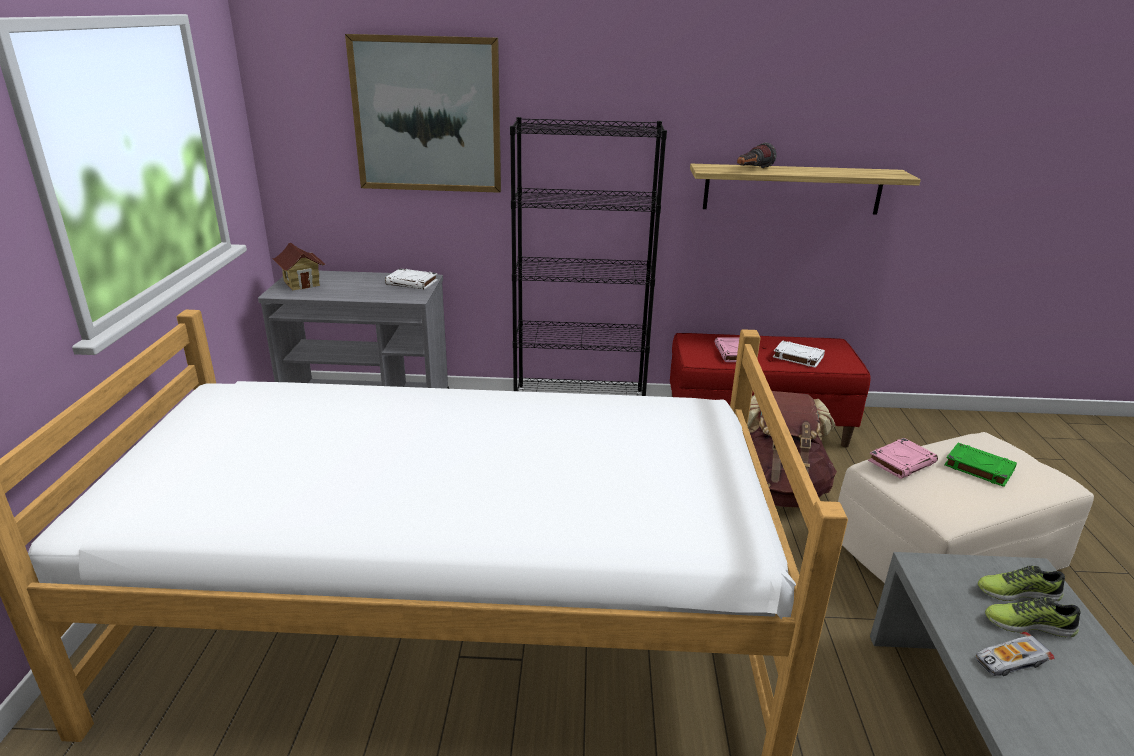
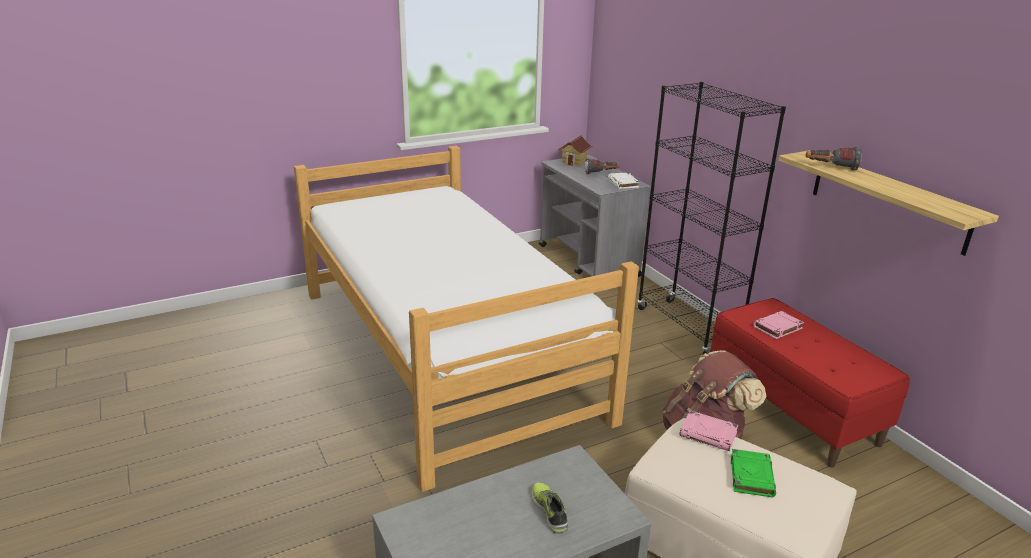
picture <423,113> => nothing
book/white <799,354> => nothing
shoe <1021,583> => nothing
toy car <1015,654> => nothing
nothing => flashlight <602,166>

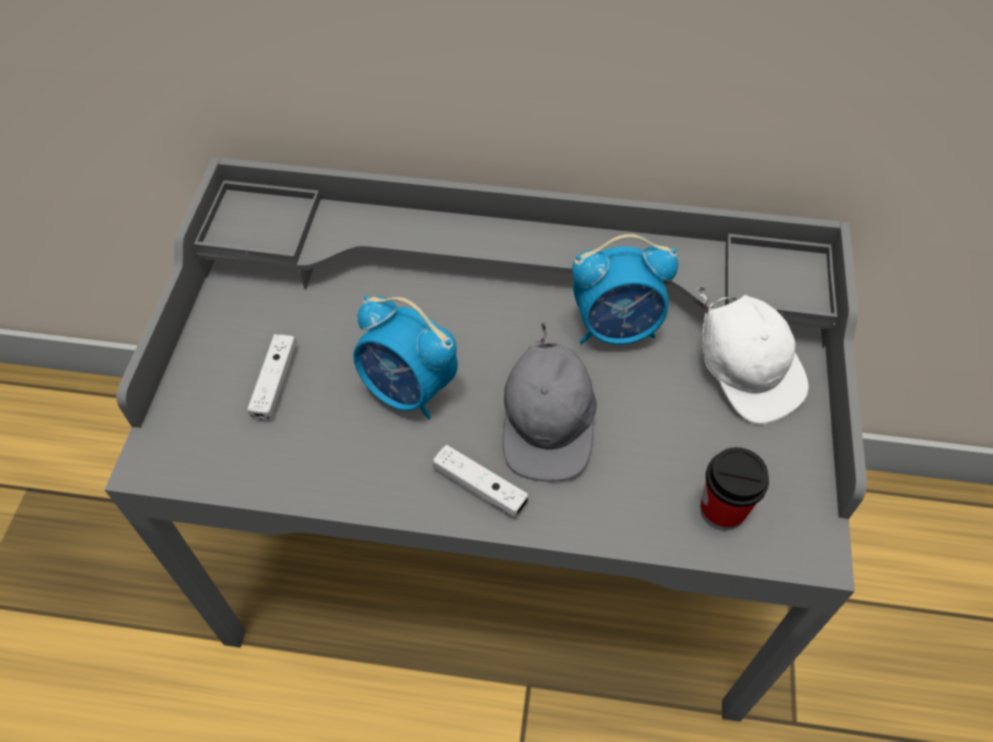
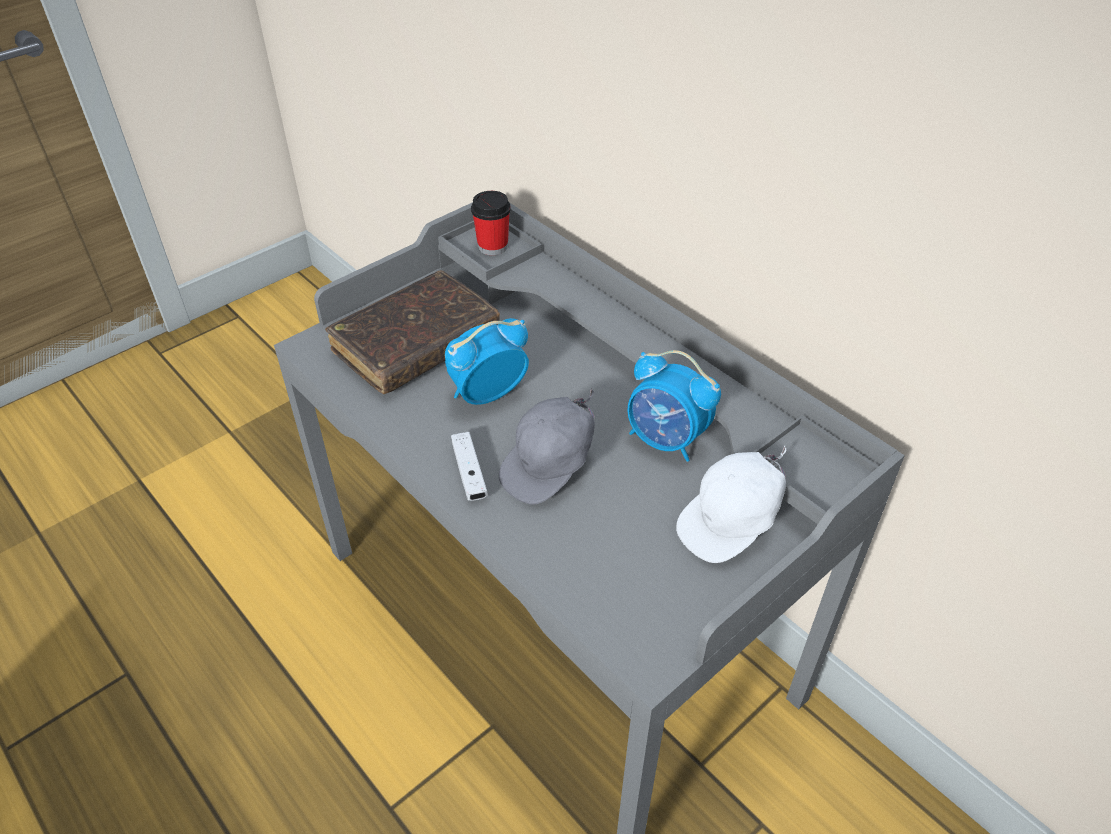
cap/white <752,355> => cap/white <731,504>, 45 degrees clockwise
alarm clock <405,357> => alarm clock <487,361>, 75 degrees clockwise
game controller/white <272,377> => book/brown <412,332>
cup <734,489> => cup <491,223>, moved

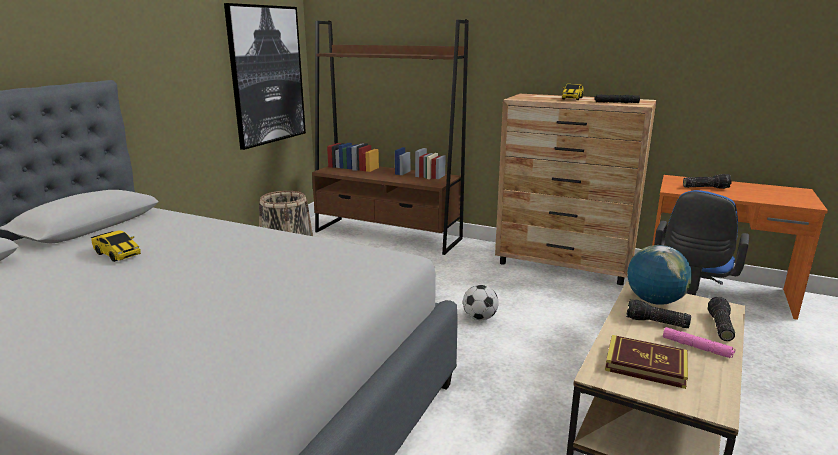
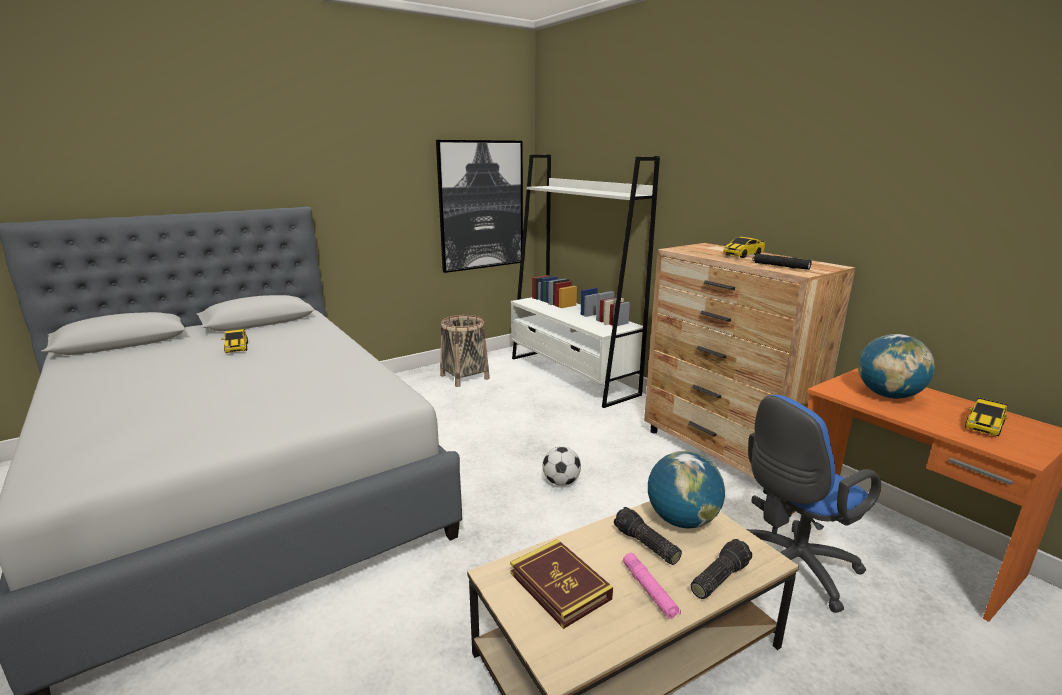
bookcase/brown <390,137> => bookcase/white <585,281>
flashlight <707,181> => globe <896,366>
nothing => toy car <986,417>

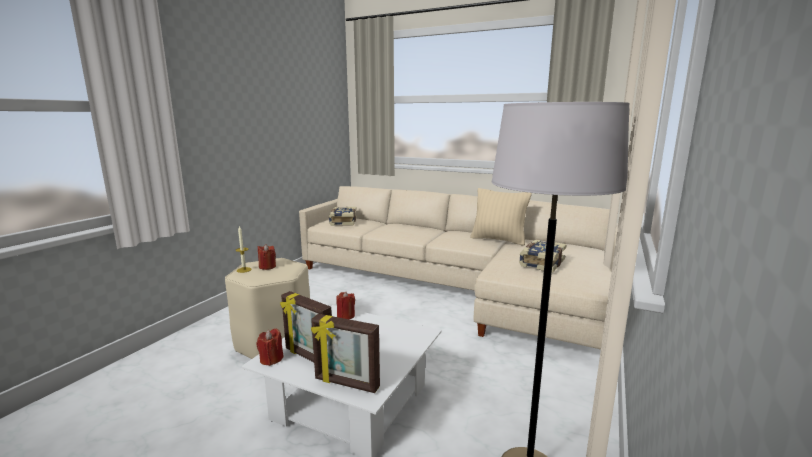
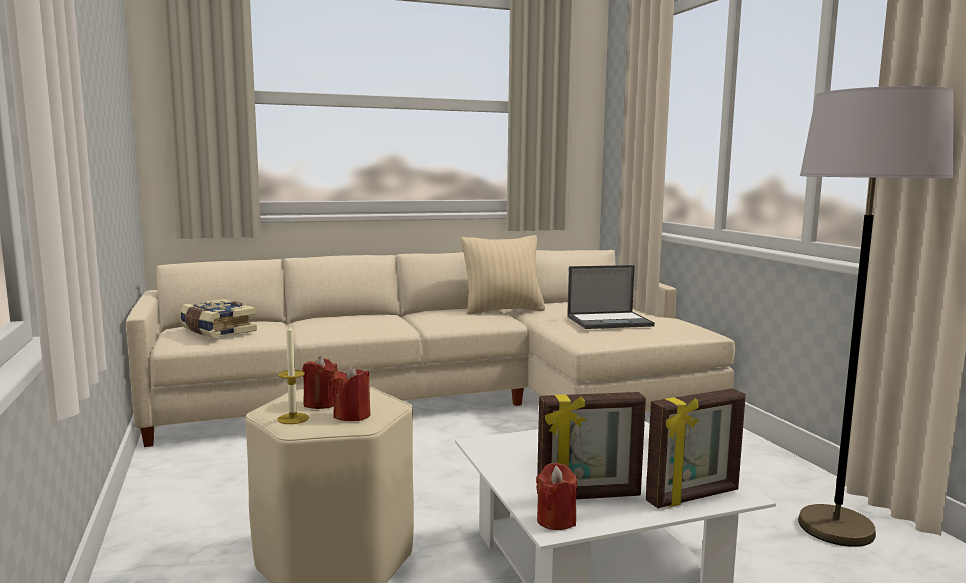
book <543,256> => laptop <611,297>
candle/red <345,305> => candle/red <351,393>, moved

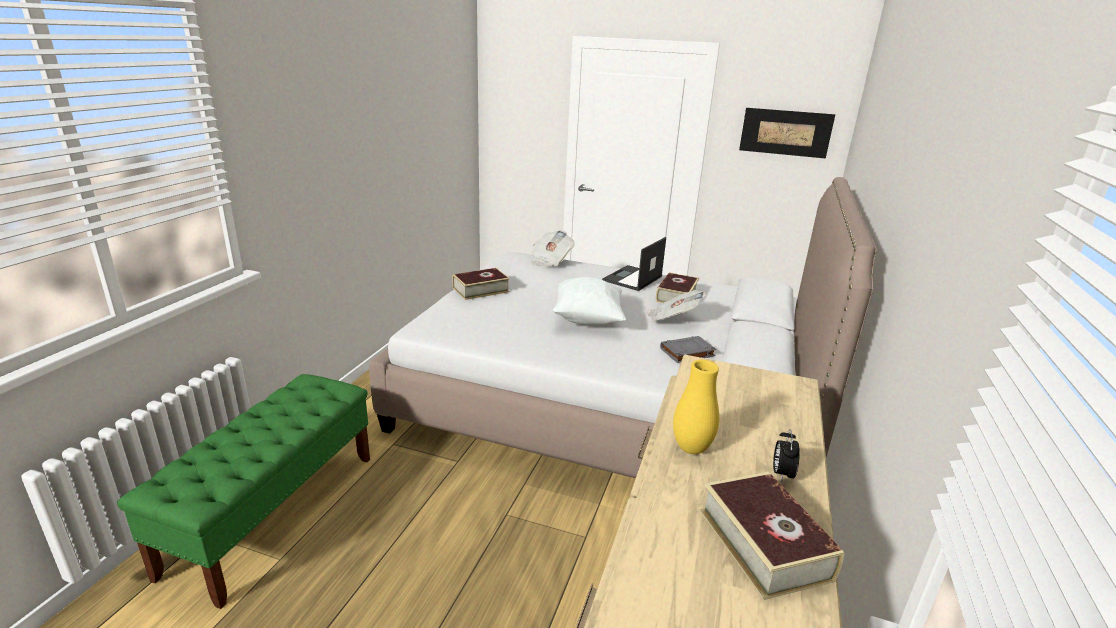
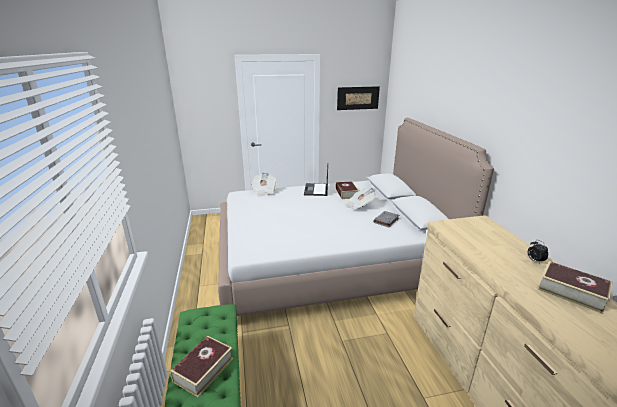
book <481,284> => book <201,366>, moved
pillow/white <589,301> => nothing
vase/yellow <696,407> => nothing

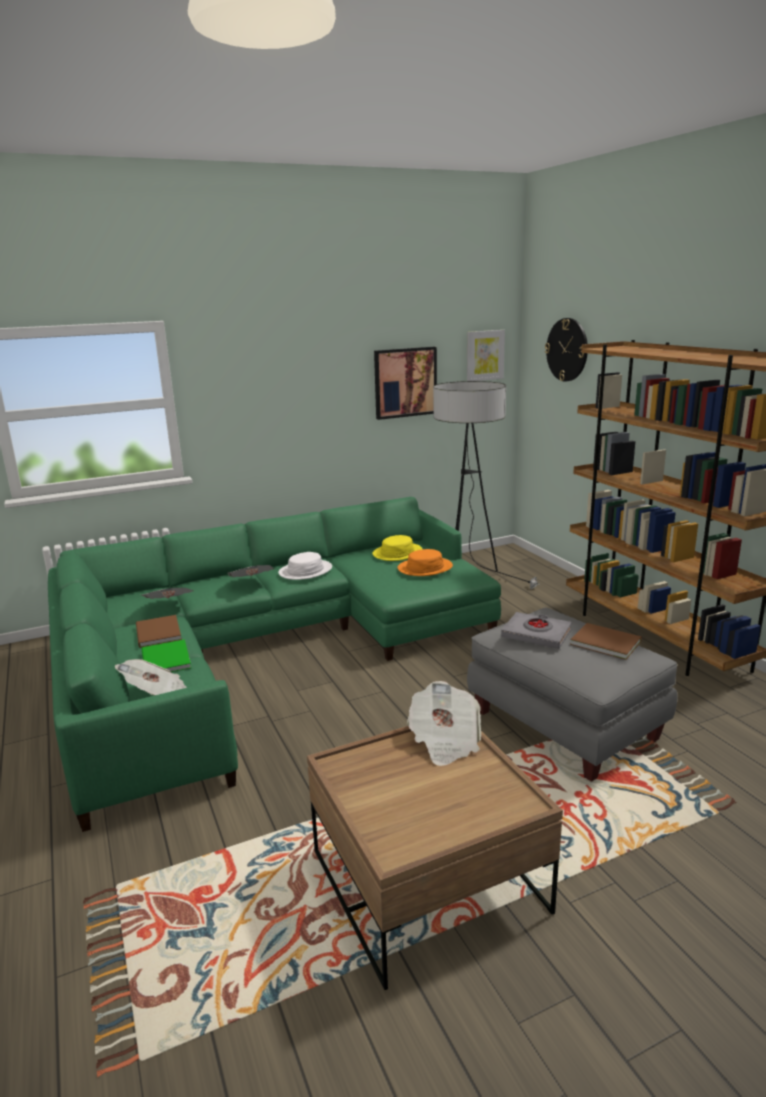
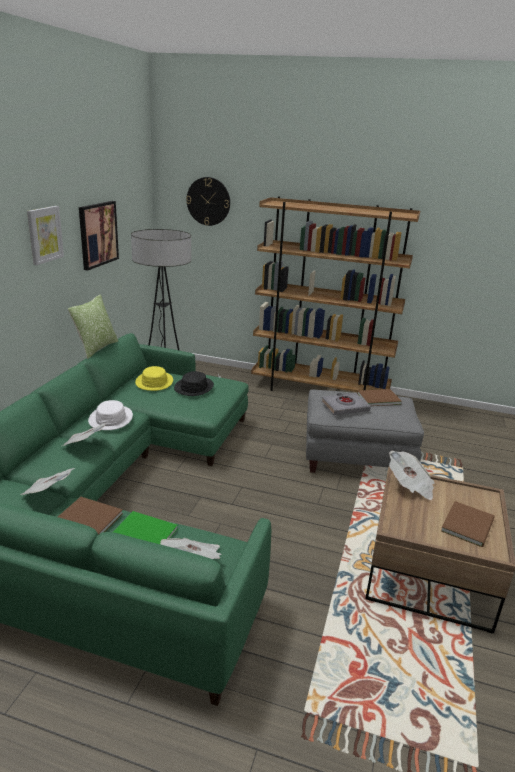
picture <486,355> => picture <45,235>, moved
hat/orange <425,562> => hat/black <194,383>
nothing => pillow <93,326>
nothing => book/brown <468,524>

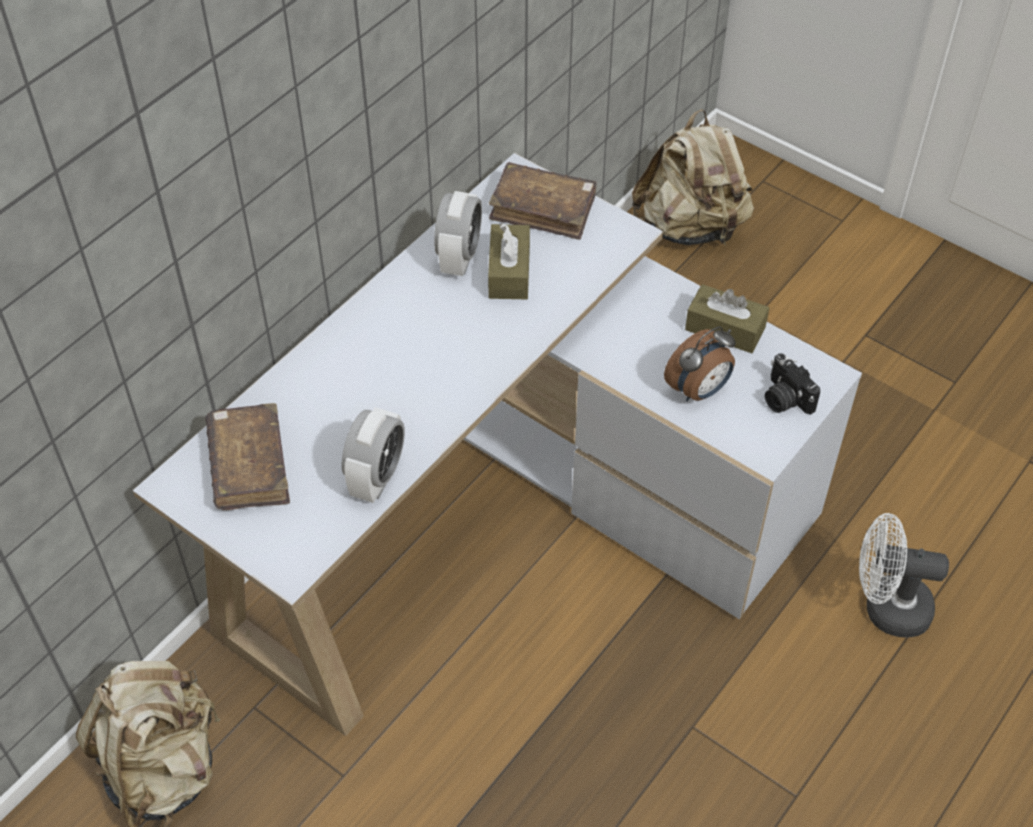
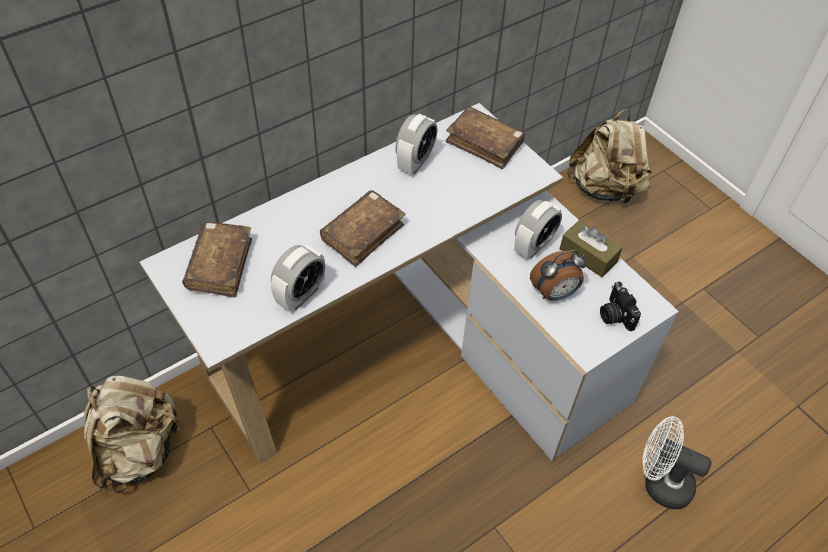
tissue box/brown <509,261> => nothing
nothing => book/brown <363,228>
nothing => alarm clock <538,229>

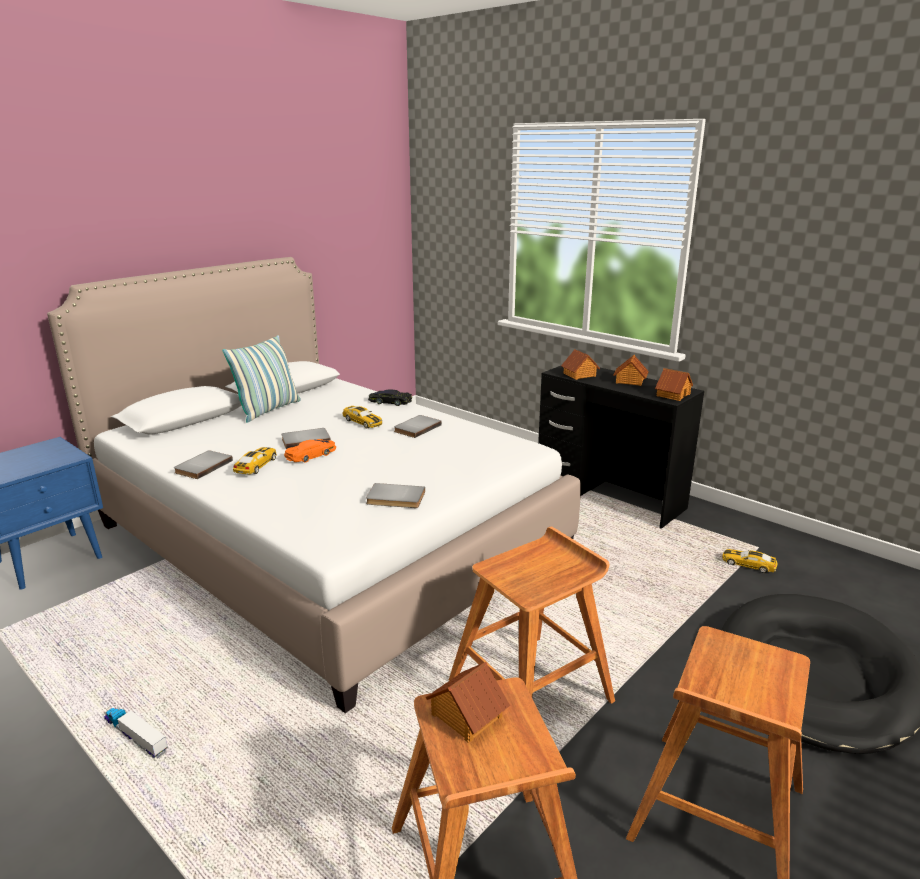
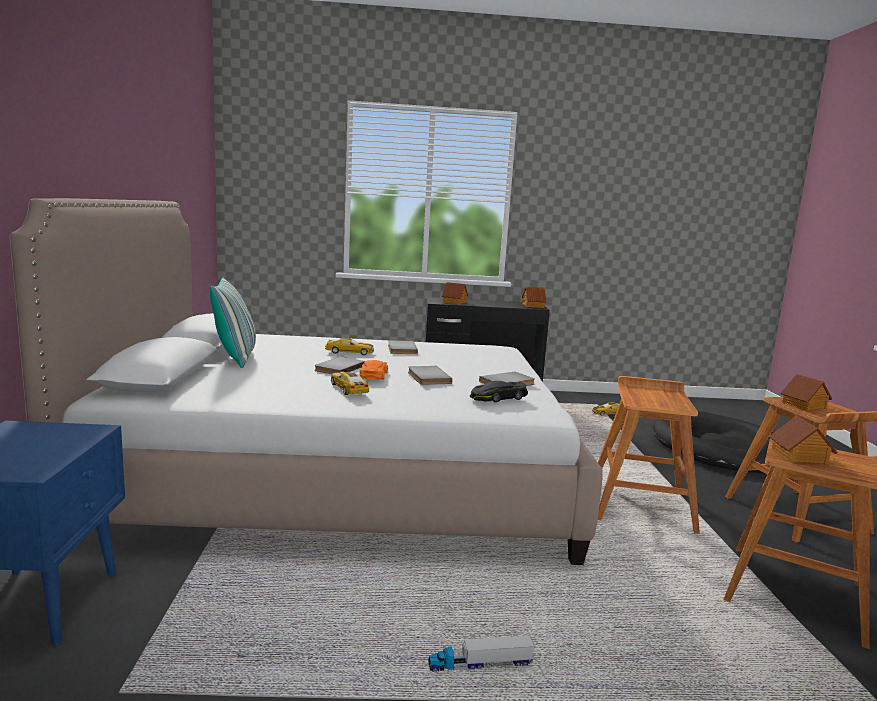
toy house <631,370> => toy house <806,392>, moved
toy car/black <390,397> => toy car/black <499,392>, moved
book/grey <203,464> => book/grey <430,375>, moved

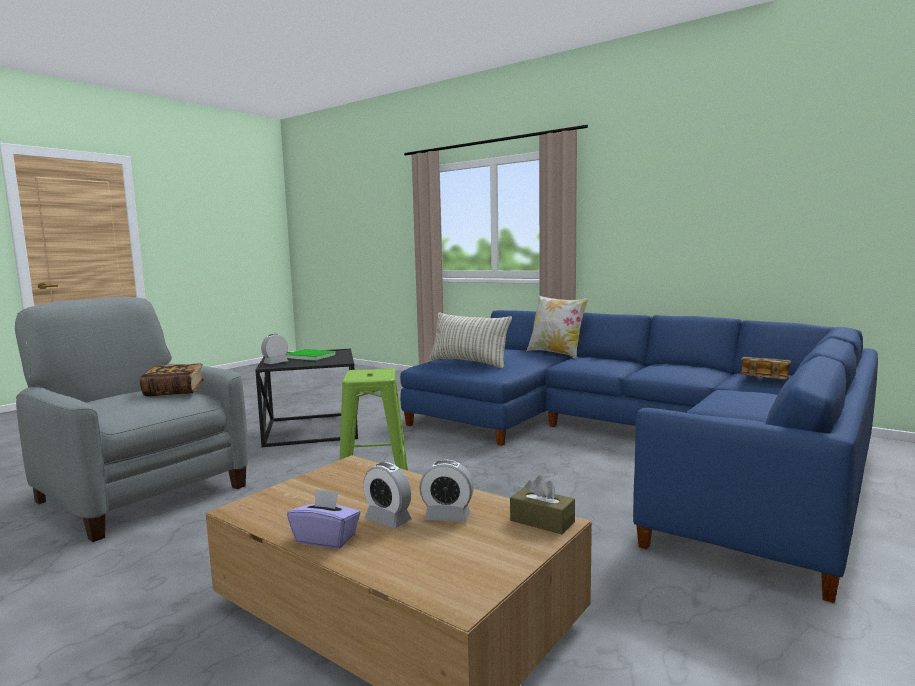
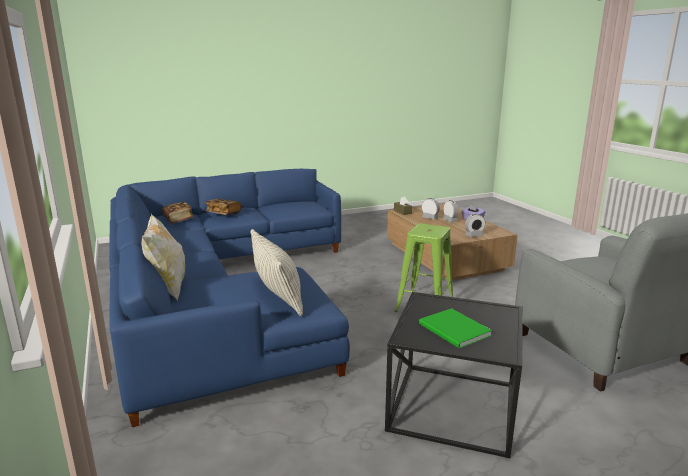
alarm clock <274,349> => alarm clock <475,225>, moved
book <172,380> => book <223,207>, moved

